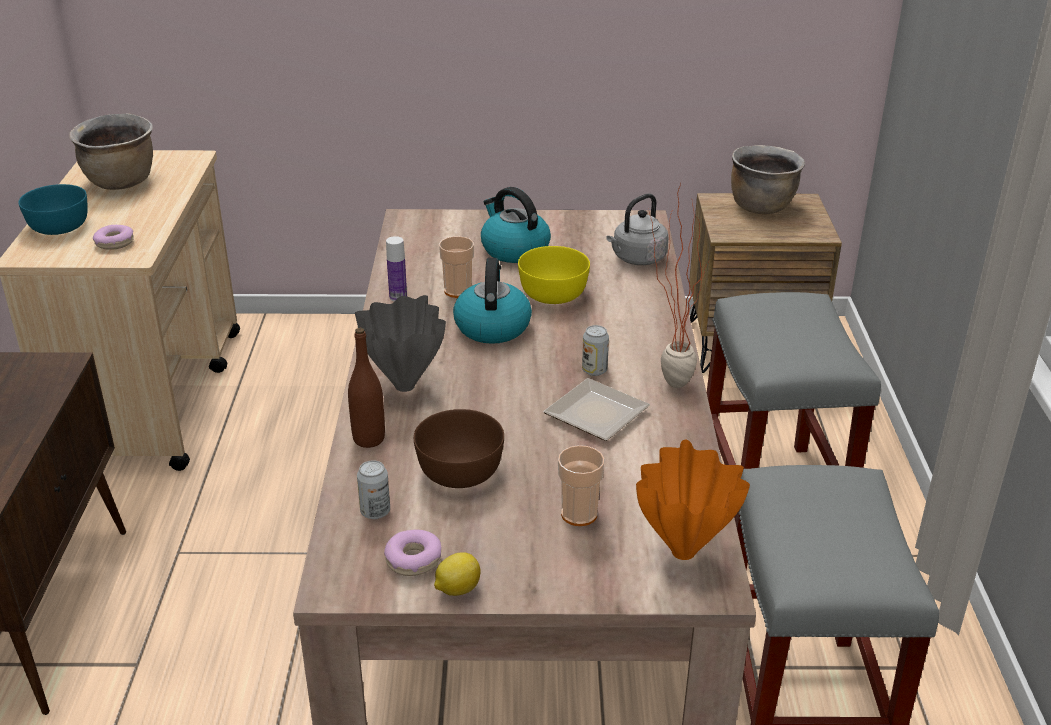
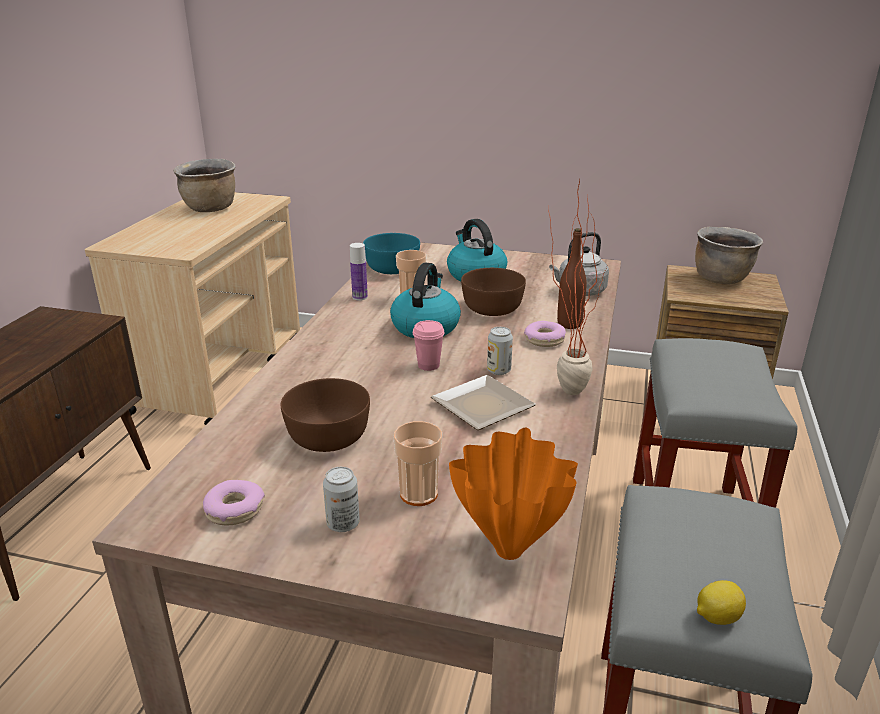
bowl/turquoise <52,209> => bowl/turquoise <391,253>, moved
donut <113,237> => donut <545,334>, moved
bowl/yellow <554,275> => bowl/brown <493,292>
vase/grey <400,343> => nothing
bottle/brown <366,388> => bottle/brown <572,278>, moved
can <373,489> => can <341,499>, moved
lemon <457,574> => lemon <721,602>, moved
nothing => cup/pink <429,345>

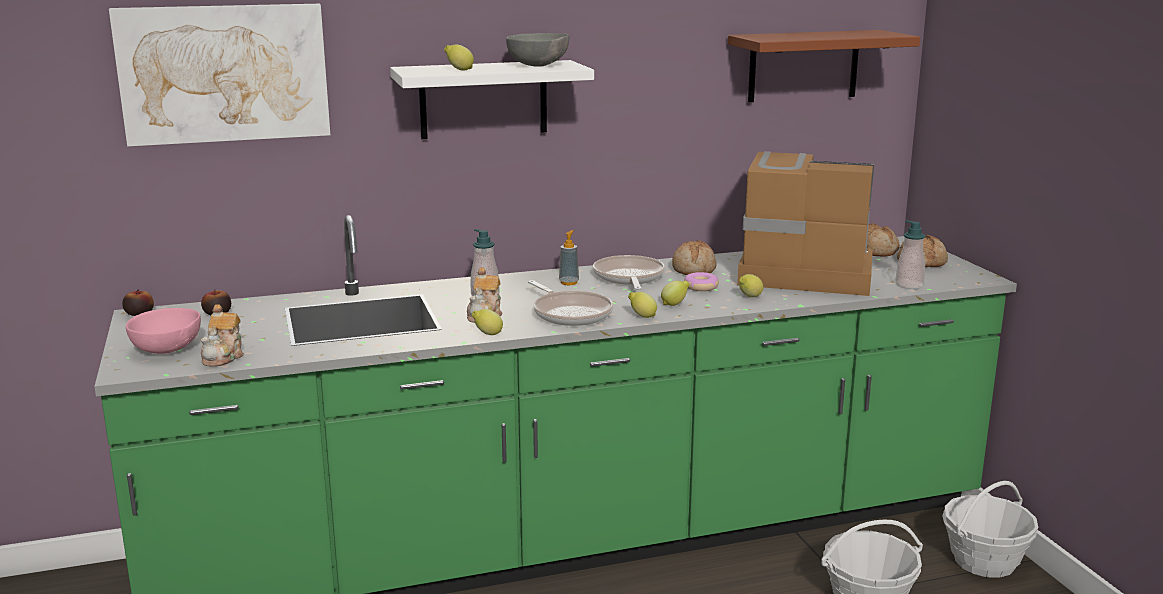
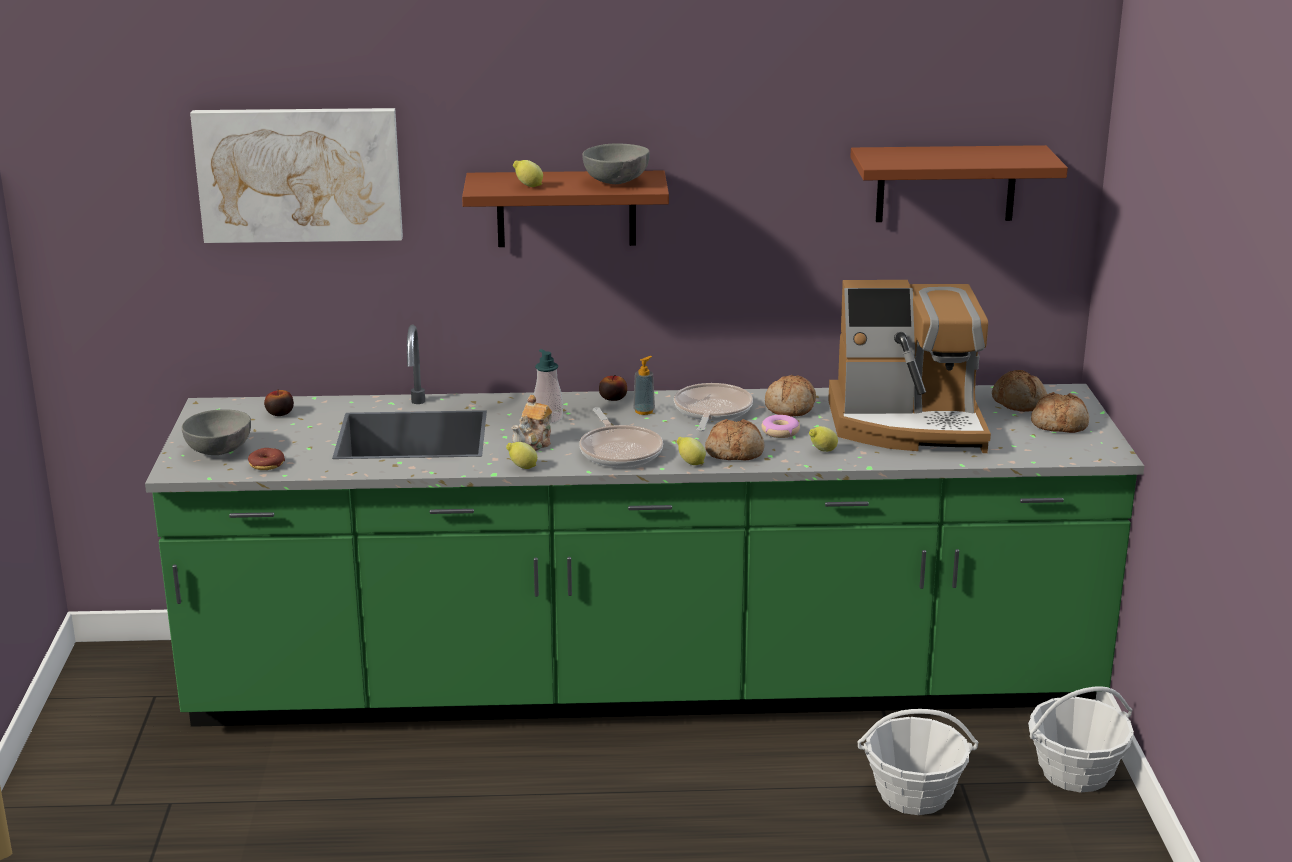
shelf/white <492,99> => shelf/brown <565,209>
coffee machine <805,223> => coffee machine <909,366>, 150 degrees clockwise
soap dispenser <910,254> => nothing
lemon <675,293> => bread <734,439>
apple <138,302> => apple <613,388>, moved
teapot <222,335> => donut <266,459>
bowl/pink <163,331> => bowl/grey <216,432>

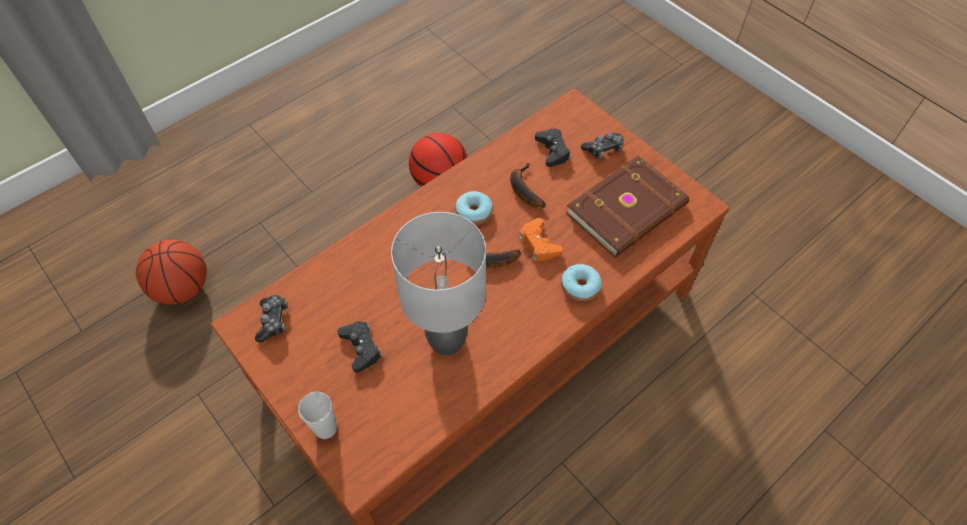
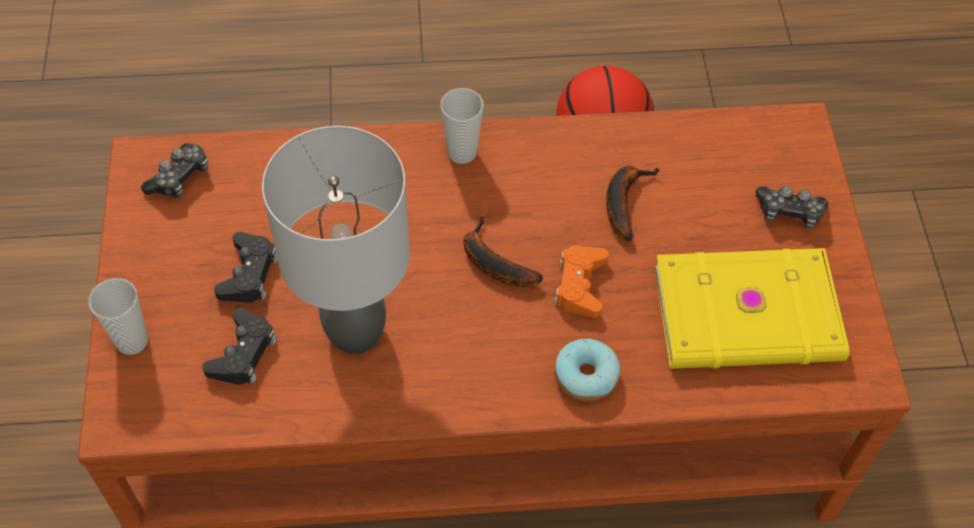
game controller/black <552,147> => game controller/black <239,346>, moved
book/brown <627,206> => book/yellow <752,308>
donut <474,208> => nothing
basketball <171,272> => nothing
nothing => cup <462,126>

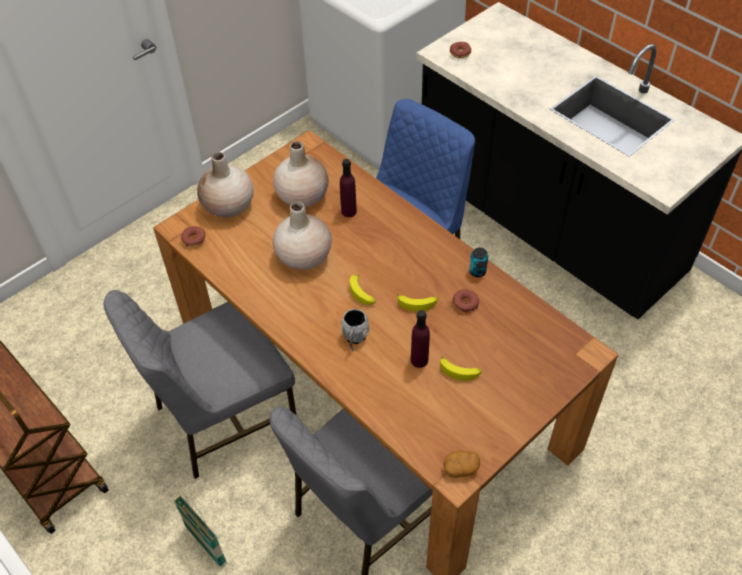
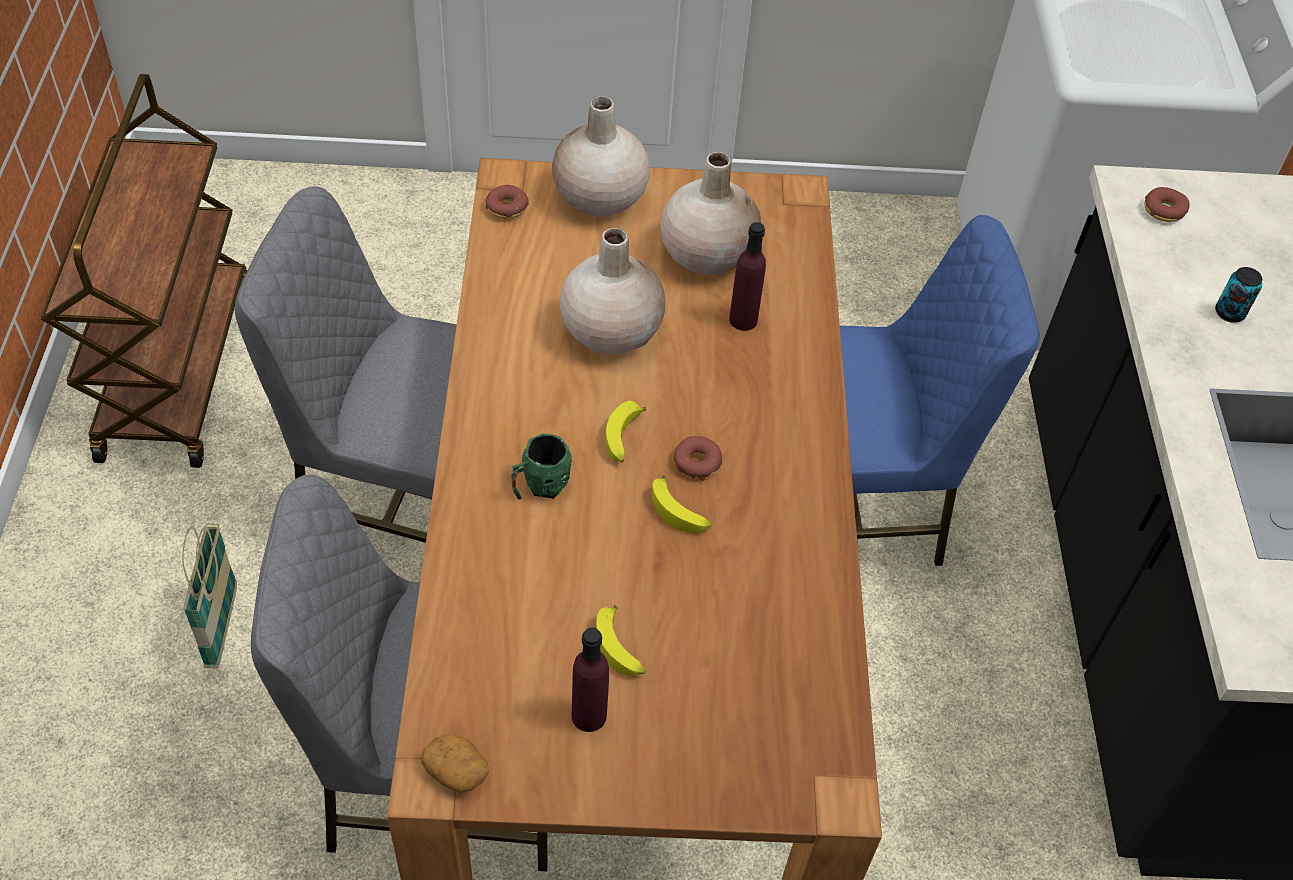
can <478,262> => can <1238,295>, moved
donut <465,301> => donut <698,458>, moved
mug/grey <355,330> => mug/green <541,466>
bottle/purple <420,339> => bottle/purple <590,679>, moved

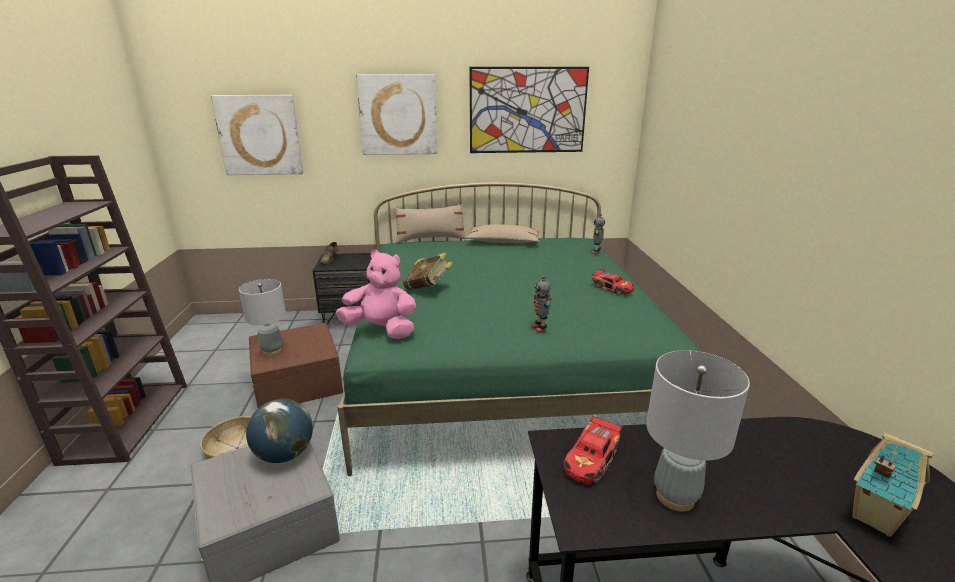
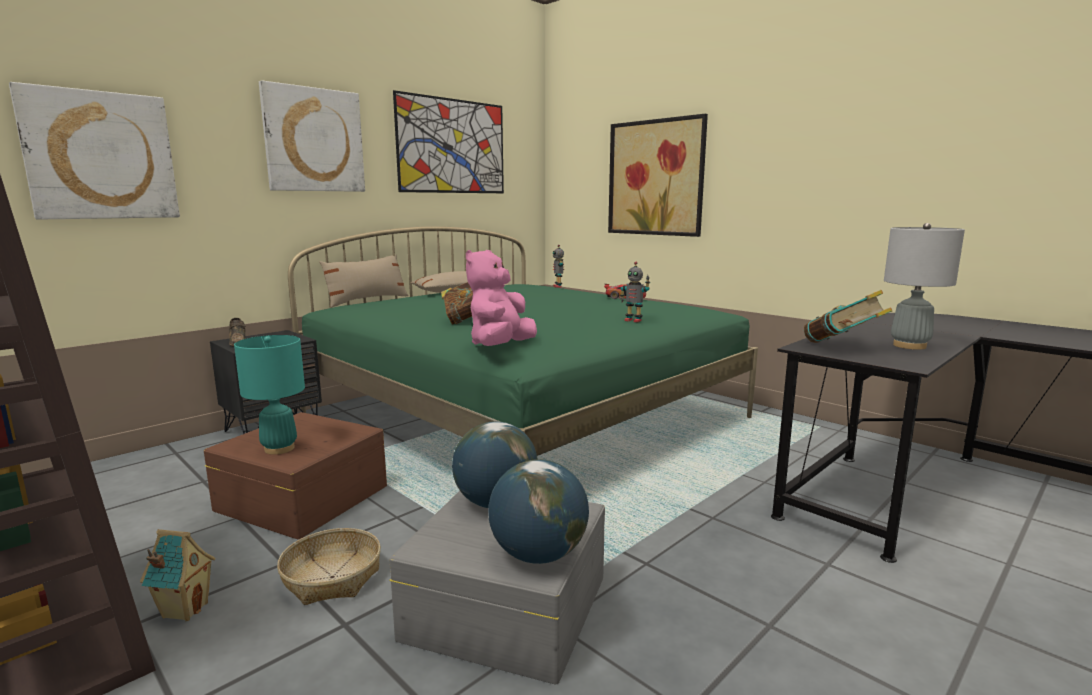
plush toy/pink <376,294> => plush toy/pink <501,298>, 45 degrees counterclockwise
table lamp/grey <262,317> => table lamp/turquoise <269,395>
toy car <593,450> => book <848,316>
toy house <893,485> => toy house <178,575>, moved
nothing => picture <658,175>
nothing => globe <538,511>

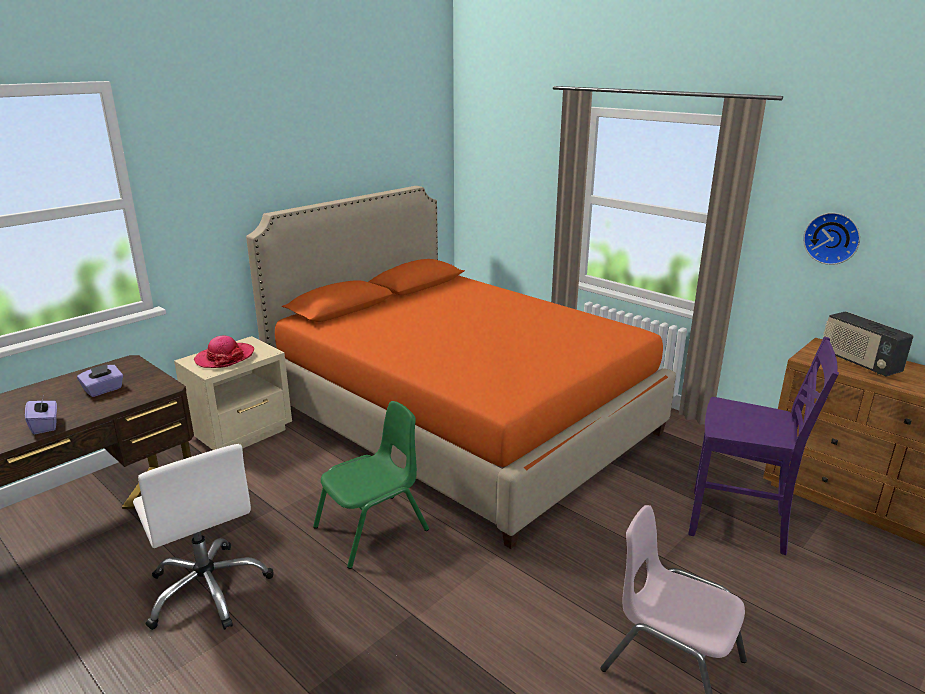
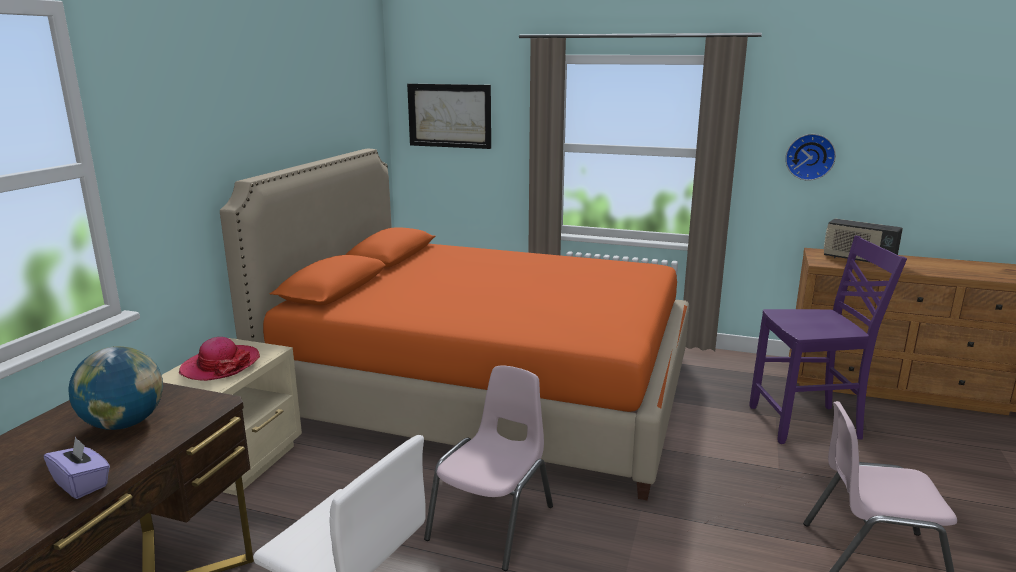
tissue box/purple <100,380> => globe <115,388>
chair/green <371,485> => chair/pink <488,468>
nothing => picture <449,116>

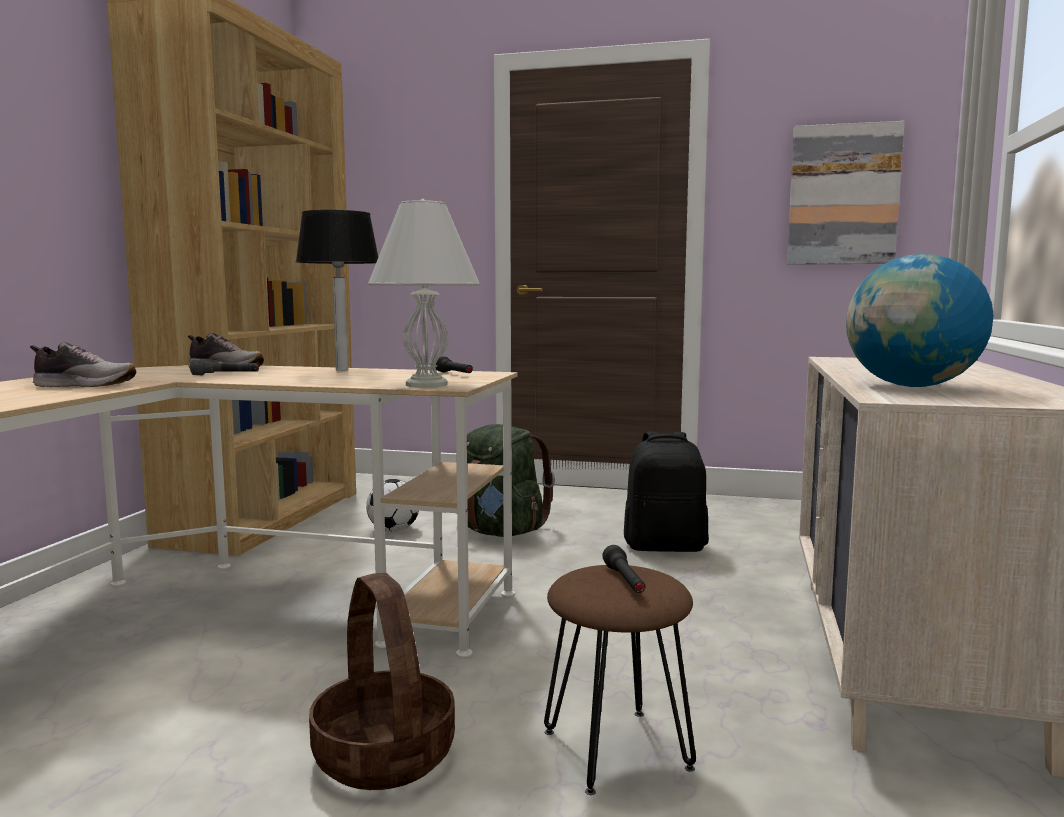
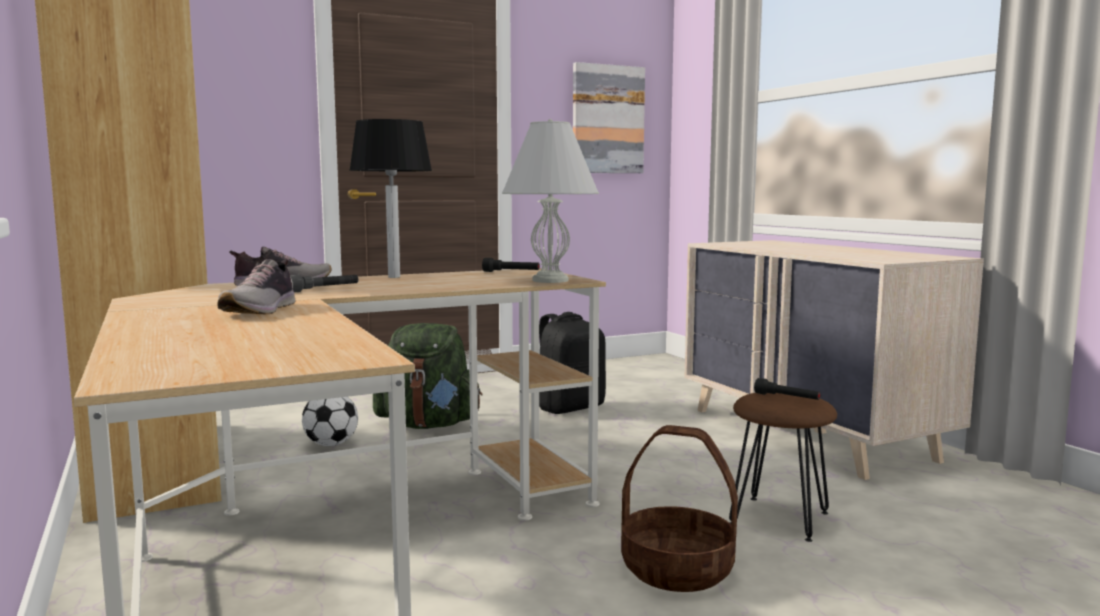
globe <920,320> => nothing
shoe <83,364> => shoe <256,286>, 135 degrees clockwise

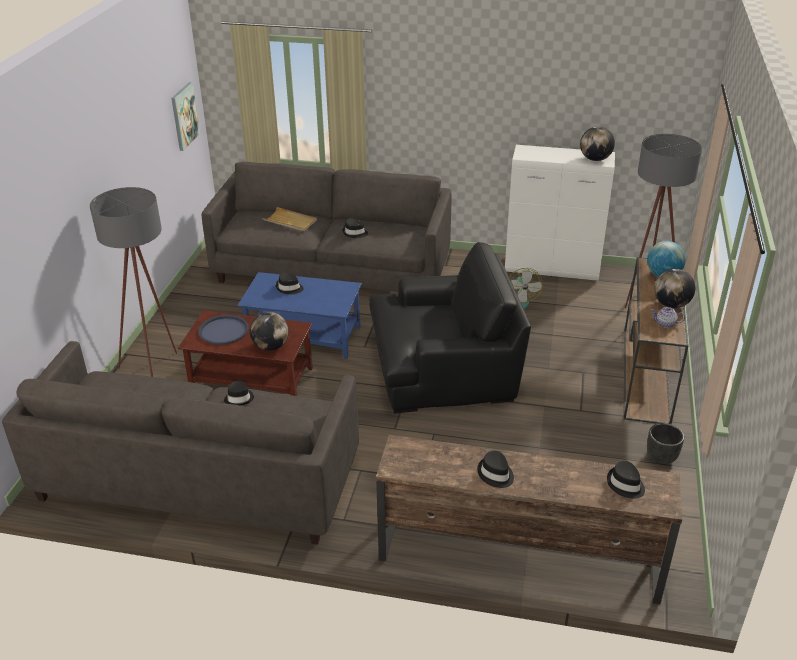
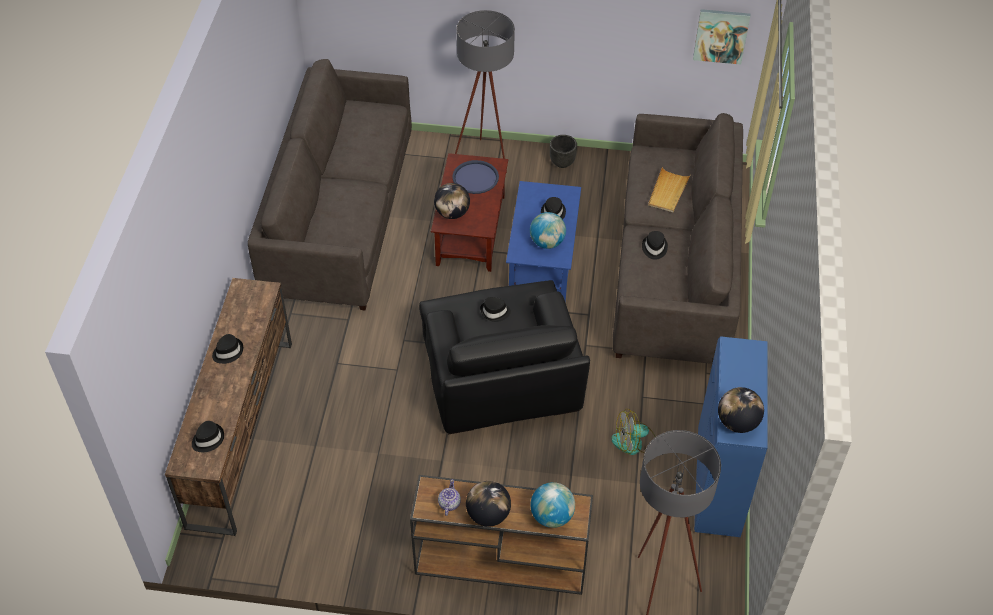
cabinet/white <560,213> => cabinet/blue <731,436>
hat/black <239,393> => hat/black <495,309>, moved
planter/black <665,444> => planter/black <563,151>, moved
nothing => globe <548,230>

